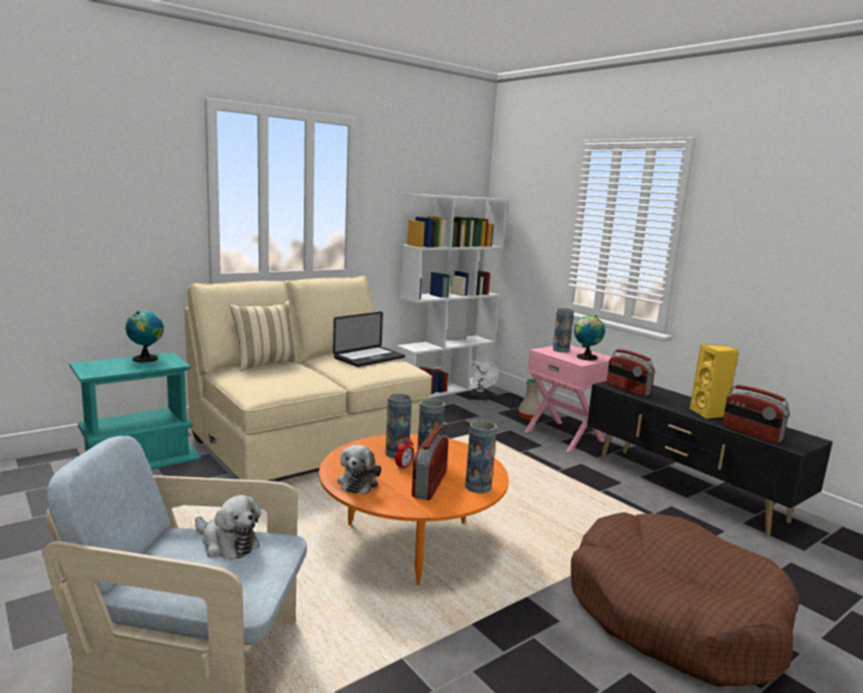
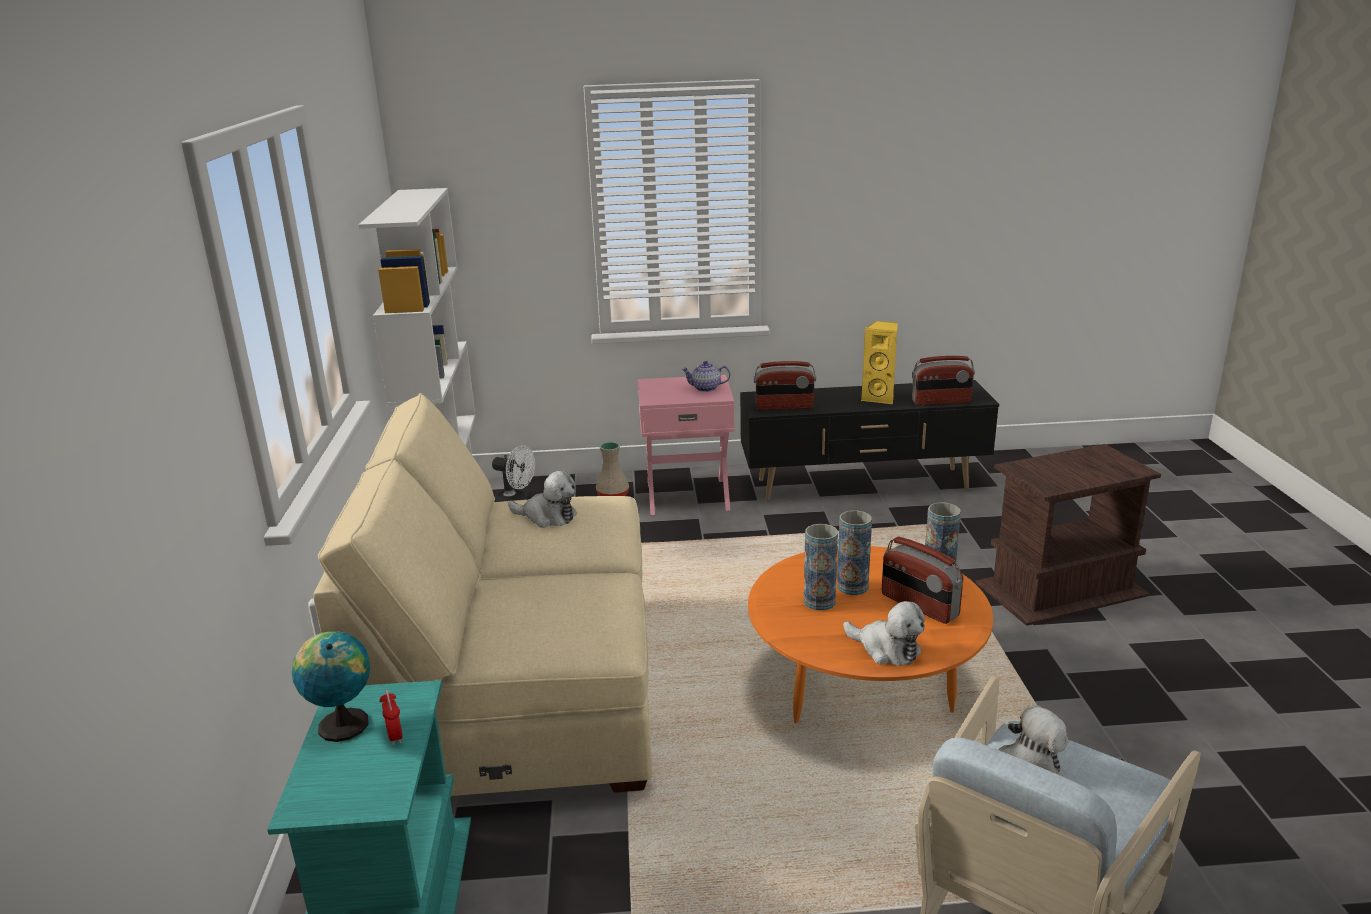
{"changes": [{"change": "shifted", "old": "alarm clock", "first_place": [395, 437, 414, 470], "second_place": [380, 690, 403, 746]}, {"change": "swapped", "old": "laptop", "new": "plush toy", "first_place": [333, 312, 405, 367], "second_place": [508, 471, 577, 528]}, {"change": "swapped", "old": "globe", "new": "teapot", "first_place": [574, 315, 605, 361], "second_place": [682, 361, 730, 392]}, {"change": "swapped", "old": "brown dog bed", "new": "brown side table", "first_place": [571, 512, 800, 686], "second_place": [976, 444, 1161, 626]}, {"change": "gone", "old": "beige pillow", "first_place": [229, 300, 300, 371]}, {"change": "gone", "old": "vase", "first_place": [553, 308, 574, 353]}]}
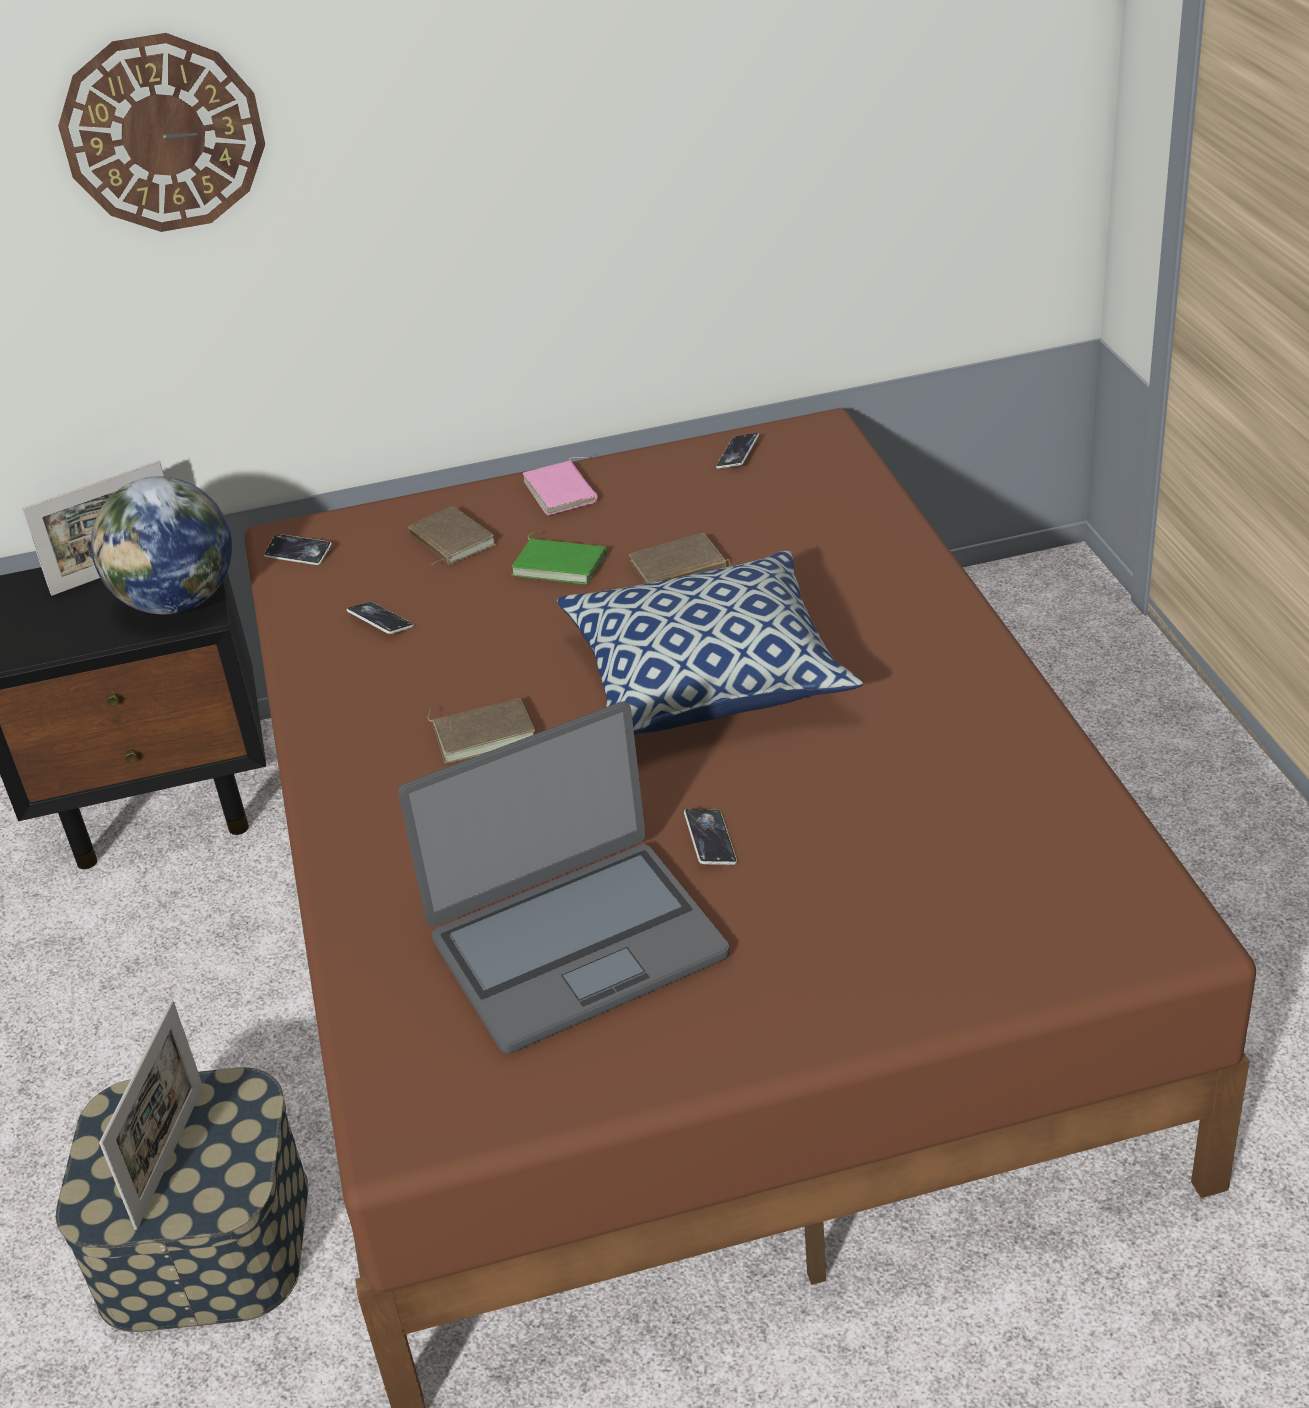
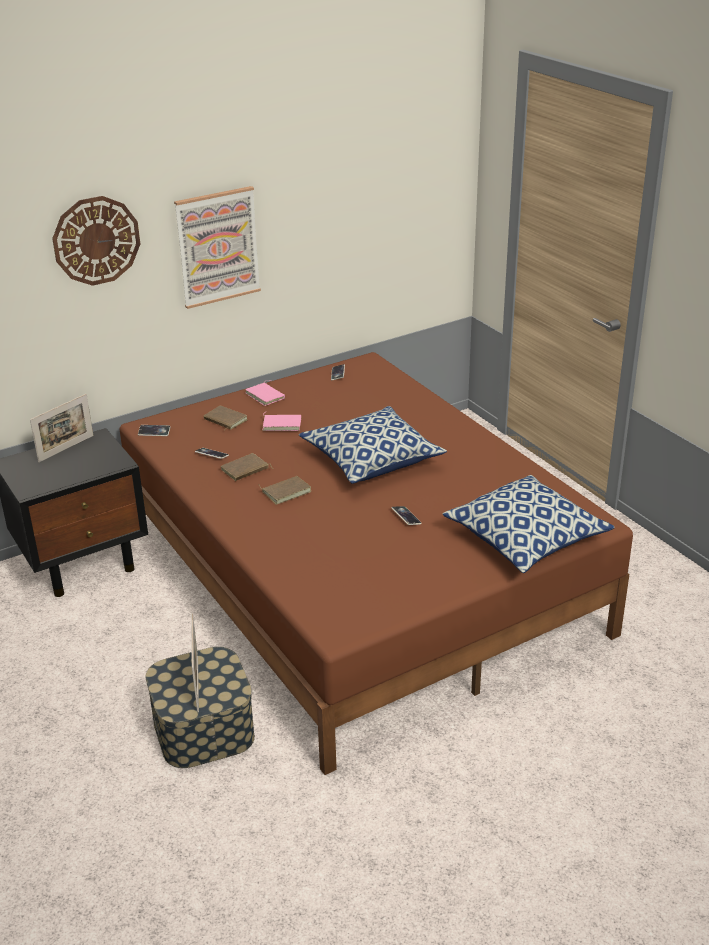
{"changes": [{"change": "new", "new": "picture", "second_place": [174, 186, 261, 309]}, {"change": "shifted", "old": "brown book", "first_place": [629, 533, 731, 584], "second_place": [220, 453, 273, 481]}, {"change": "repainted", "old": "green book", "new": "pink book", "first_place": [511, 530, 607, 584], "second_place": [262, 413, 301, 431]}, {"change": "new", "new": "pillow", "second_place": [442, 475, 615, 573]}, {"change": "gone", "old": "globe", "first_place": [91, 476, 232, 614]}, {"change": "gone", "old": "laptop", "first_place": [399, 701, 730, 1054]}]}
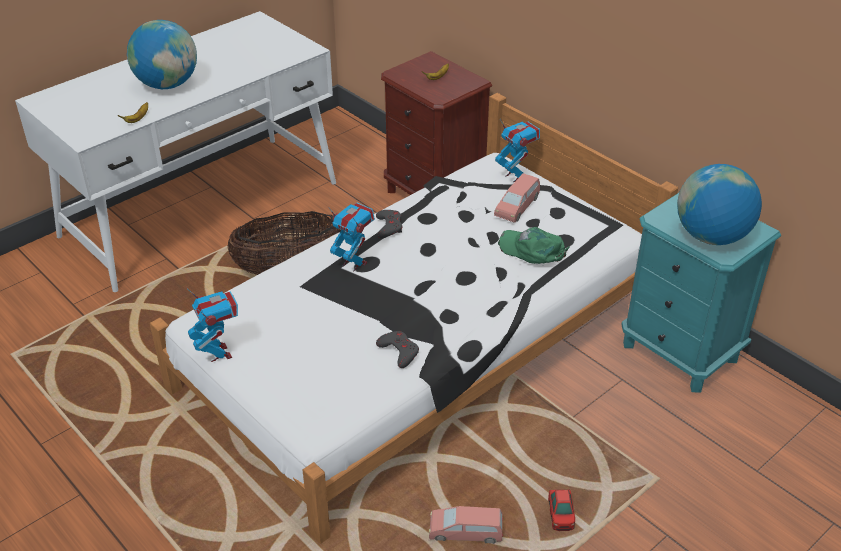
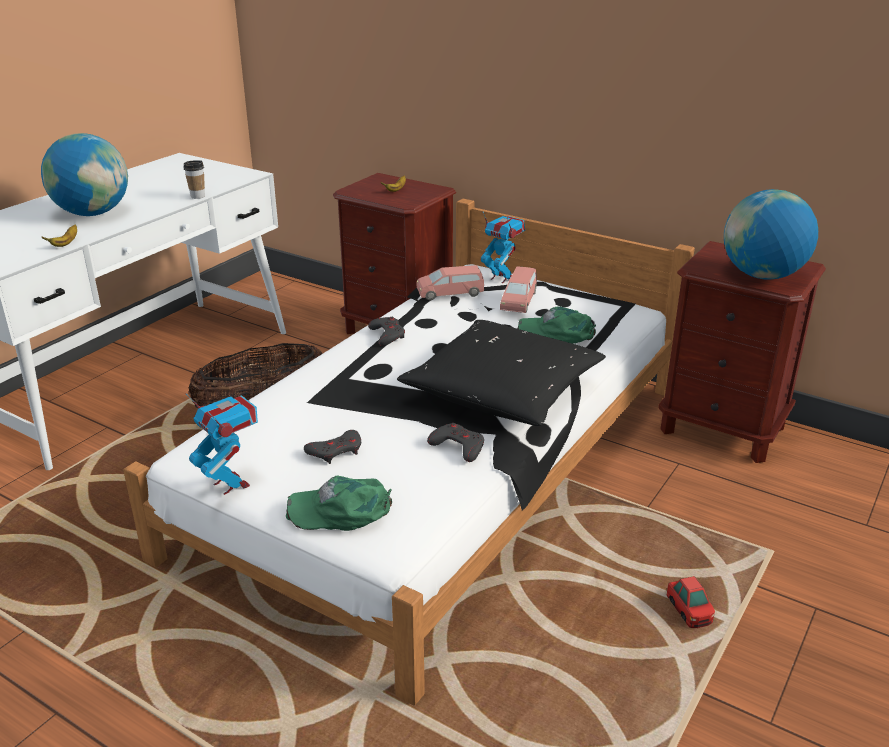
{"changes": [{"change": "new", "new": "cup", "second_place": [183, 160, 205, 199]}, {"change": "new", "new": "green cap", "second_place": [286, 475, 392, 531]}, {"change": "new", "new": "grey game controller", "second_place": [304, 430, 361, 464]}, {"change": "new", "new": "black pillow", "second_place": [397, 320, 606, 426]}, {"change": "shifted", "old": "pink toy car", "first_place": [429, 506, 503, 544], "second_place": [416, 265, 484, 300]}, {"change": "repainted", "old": "turquoise nightstand", "new": "brown nightstand", "first_place": [621, 193, 781, 393], "second_place": [658, 241, 826, 463]}, {"change": "gone", "old": "toy robot", "first_place": [328, 203, 375, 271]}]}
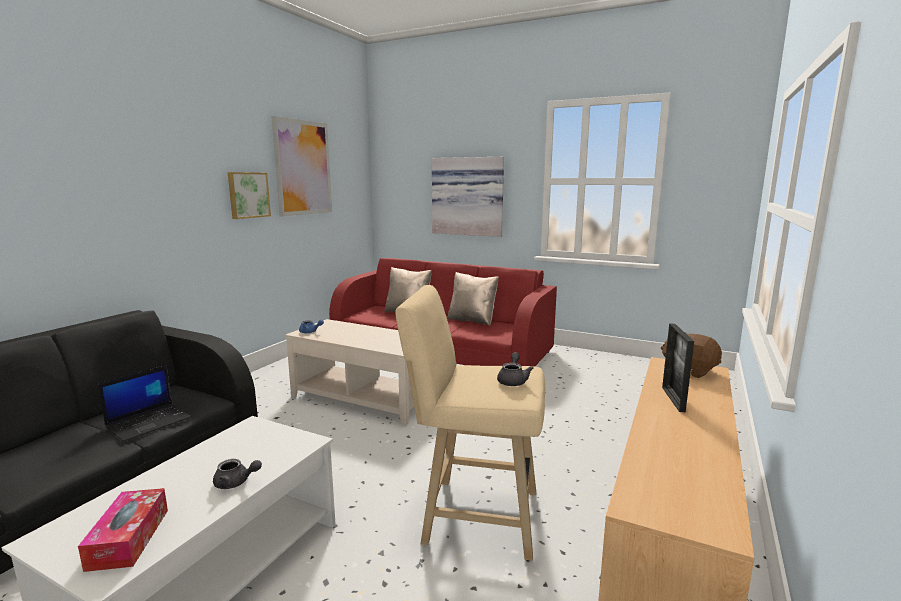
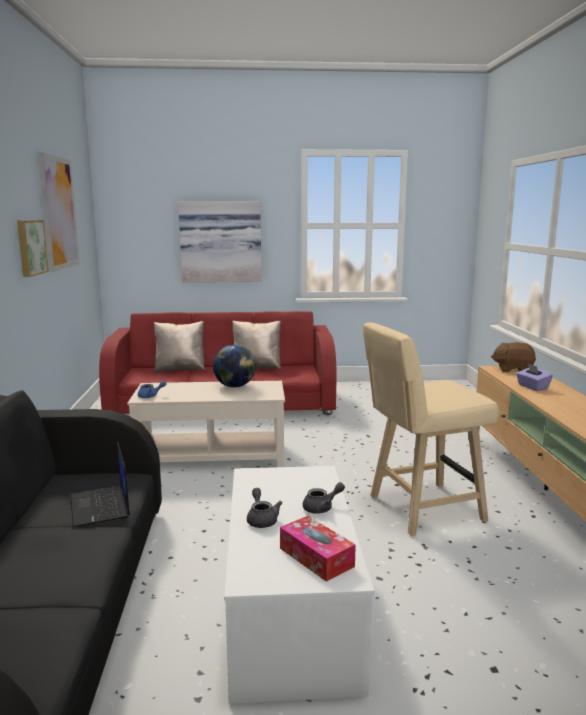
{"changes": [{"change": "rotated", "old": "laptop", "first_place": [98, 365, 192, 442], "second_place": [71, 442, 130, 527], "degrees": 150}, {"change": "new", "new": "globe", "second_place": [213, 345, 256, 388]}, {"change": "shifted", "old": "grey teapot", "first_place": [497, 352, 534, 386], "second_place": [247, 488, 283, 528]}, {"change": "swapped", "old": "picture frame", "new": "purple tissue box", "first_place": [662, 324, 694, 412], "second_place": [516, 363, 553, 391]}]}
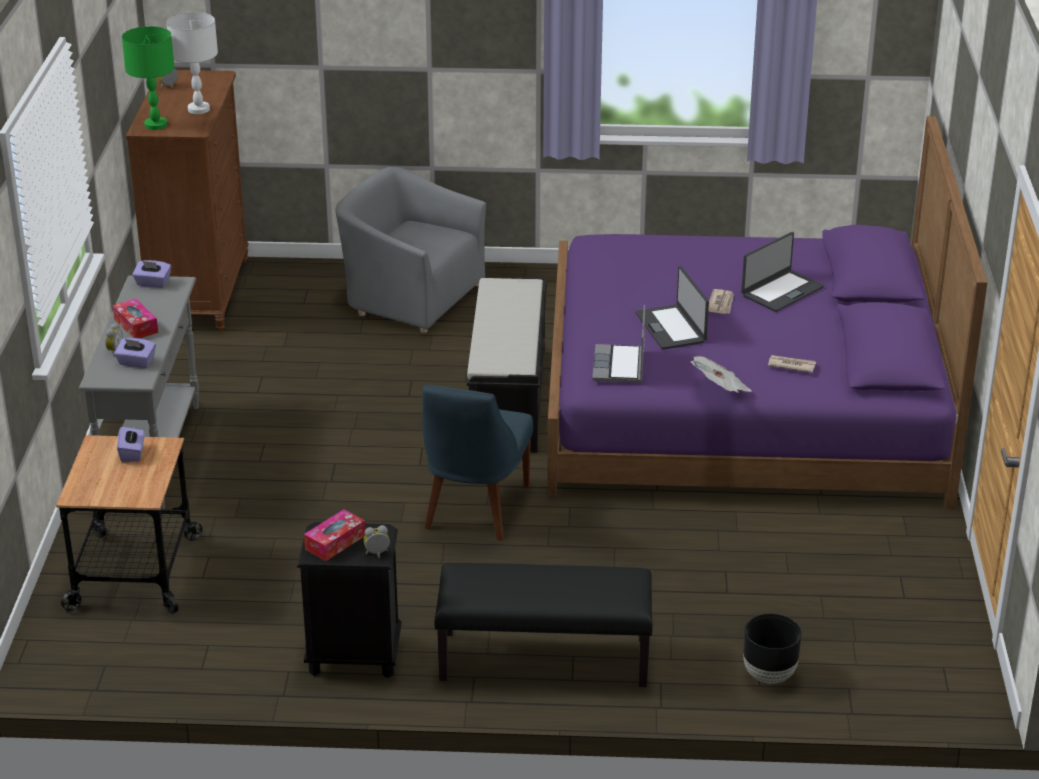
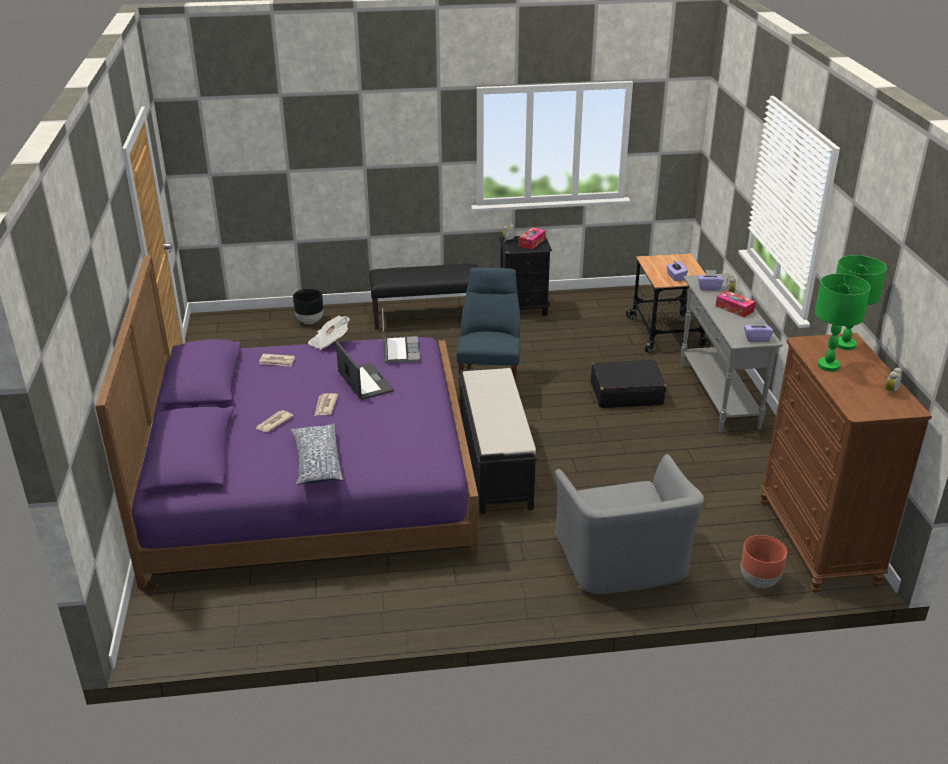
{"changes": [{"change": "swapped", "old": "laptop", "new": "newspaper", "first_place": [741, 232, 824, 312], "second_place": [255, 410, 294, 432]}, {"change": "new", "new": "pillow", "second_place": [290, 423, 343, 485]}, {"change": "rotated", "old": "grey armchair", "first_place": [336, 167, 486, 333], "second_place": [555, 454, 704, 594], "degrees": 60}, {"change": "new", "new": "black suitcase", "second_place": [591, 360, 666, 408]}, {"change": "new", "new": "brown planter", "second_place": [741, 535, 787, 588]}, {"change": "repainted", "old": "white table lamp", "new": "green table lamp", "first_place": [166, 12, 218, 114], "second_place": [815, 273, 871, 372]}]}
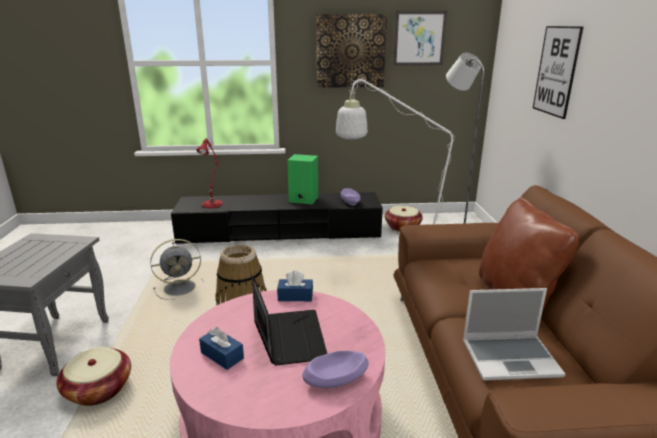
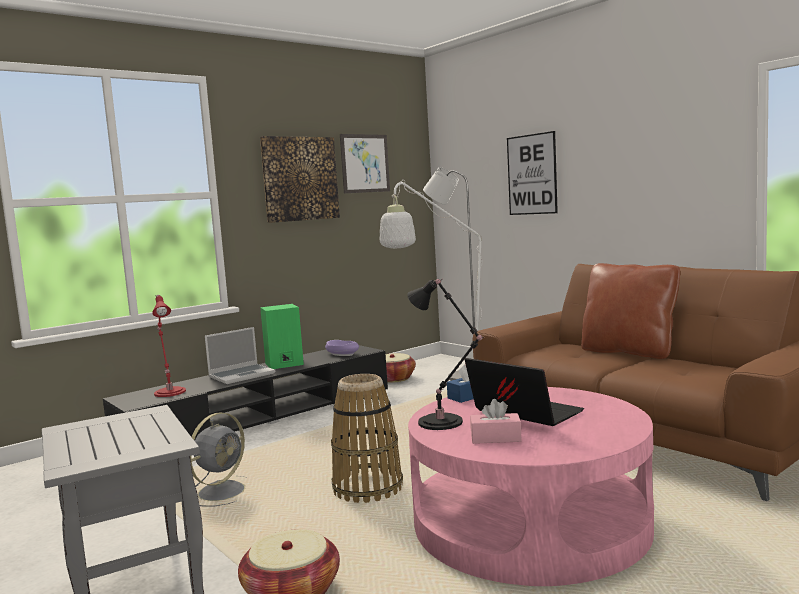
{"changes": [{"change": "shifted", "old": "laptop", "first_place": [463, 288, 565, 381], "second_place": [205, 327, 275, 384]}, {"change": "new", "new": "black table lamp", "second_place": [407, 279, 485, 430]}, {"change": "repainted", "old": "blue tissue box", "new": "pink tissue box", "first_place": [199, 327, 244, 370], "second_place": [470, 399, 522, 444]}, {"change": "gone", "old": "purple bowl", "first_place": [302, 351, 369, 388]}]}
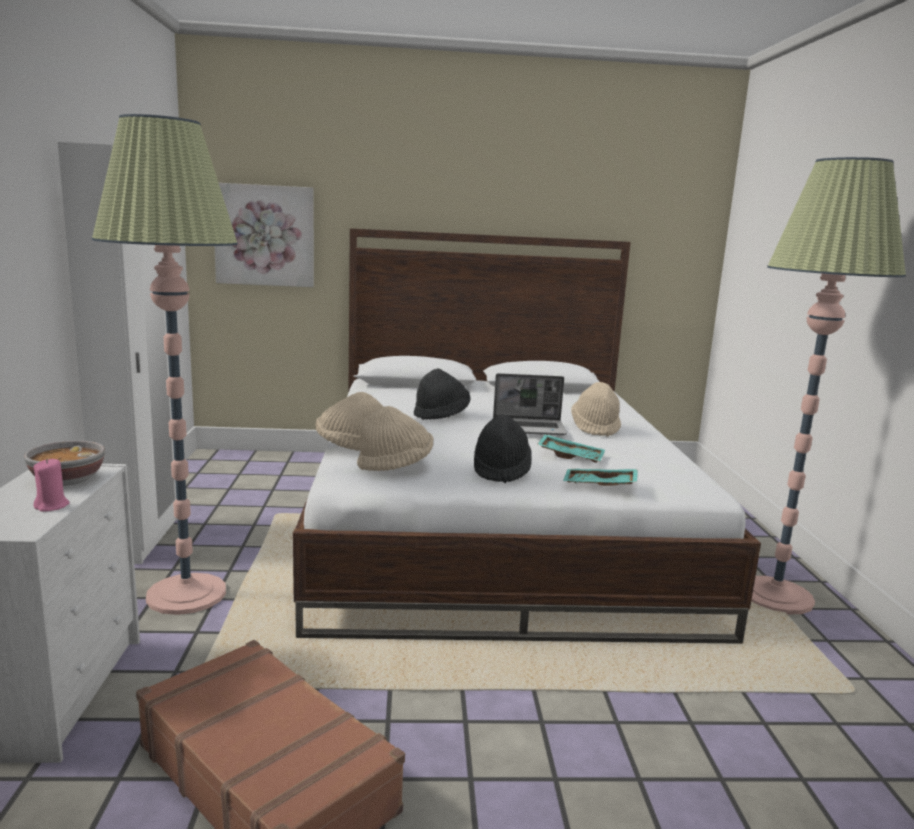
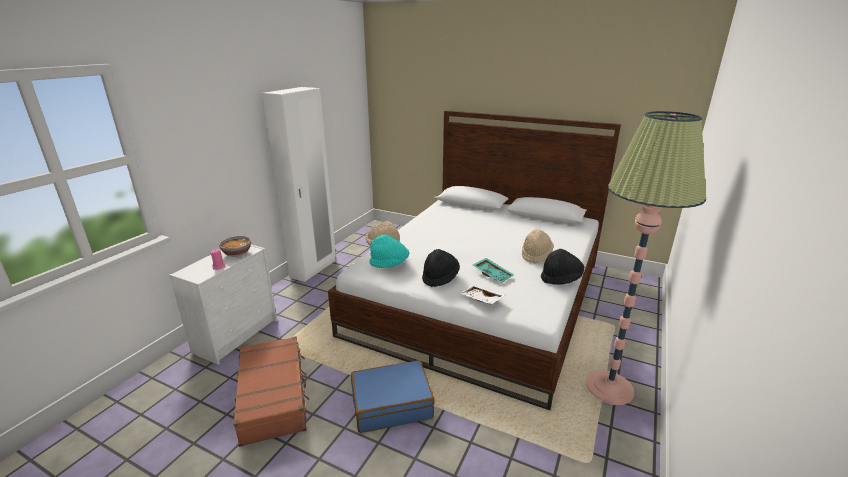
{"changes": [{"change": "new", "new": "blue suitcase", "second_place": [351, 360, 435, 433]}, {"change": "repainted", "old": "beige hat", "new": "turquoise hat", "first_place": [357, 406, 433, 471], "second_place": [370, 235, 409, 268]}, {"change": "repainted", "old": "turquoise tray", "new": "white tray", "first_place": [563, 469, 638, 486], "second_place": [460, 285, 505, 304]}, {"change": "shifted", "old": "black hat", "first_place": [414, 369, 470, 420], "second_place": [541, 249, 584, 285]}, {"change": "gone", "old": "floor lamp", "first_place": [92, 114, 238, 615]}, {"change": "gone", "old": "picture", "first_place": [215, 183, 314, 287]}, {"change": "gone", "old": "laptop", "first_place": [493, 373, 567, 435]}]}
